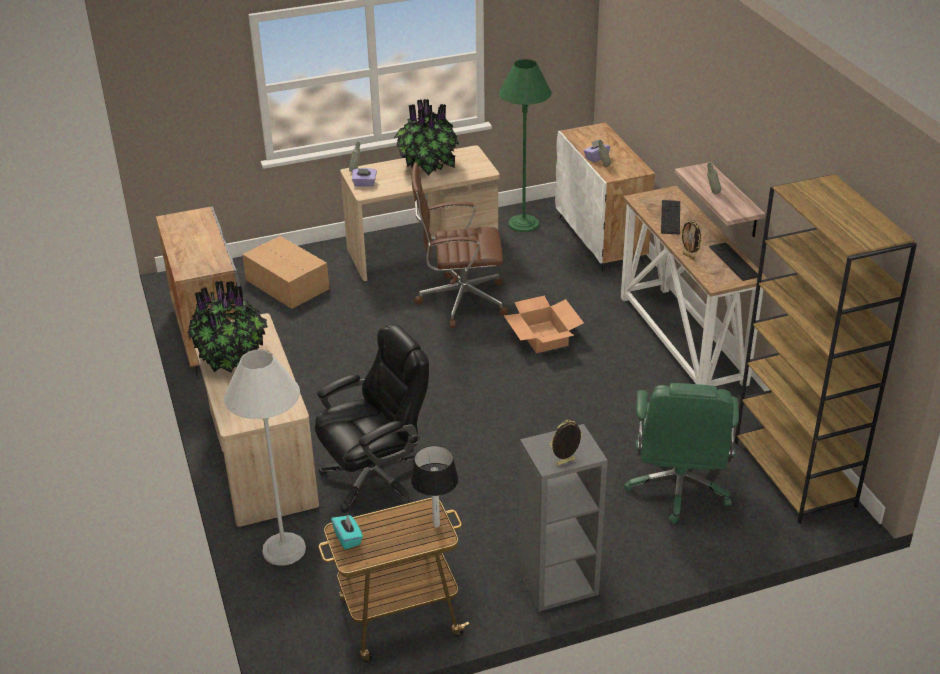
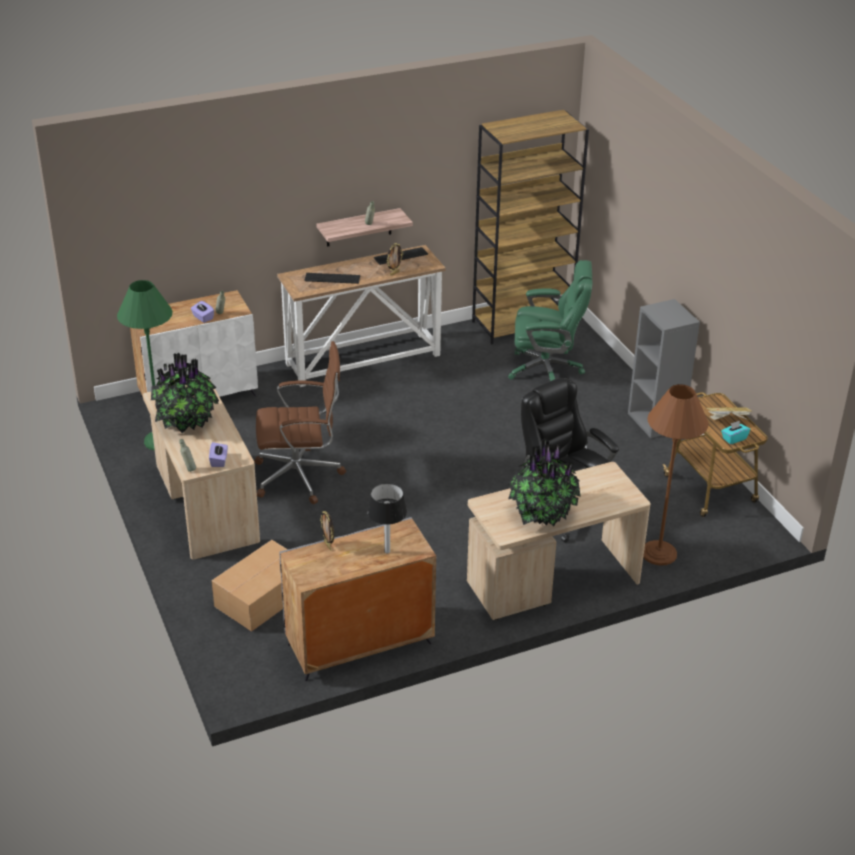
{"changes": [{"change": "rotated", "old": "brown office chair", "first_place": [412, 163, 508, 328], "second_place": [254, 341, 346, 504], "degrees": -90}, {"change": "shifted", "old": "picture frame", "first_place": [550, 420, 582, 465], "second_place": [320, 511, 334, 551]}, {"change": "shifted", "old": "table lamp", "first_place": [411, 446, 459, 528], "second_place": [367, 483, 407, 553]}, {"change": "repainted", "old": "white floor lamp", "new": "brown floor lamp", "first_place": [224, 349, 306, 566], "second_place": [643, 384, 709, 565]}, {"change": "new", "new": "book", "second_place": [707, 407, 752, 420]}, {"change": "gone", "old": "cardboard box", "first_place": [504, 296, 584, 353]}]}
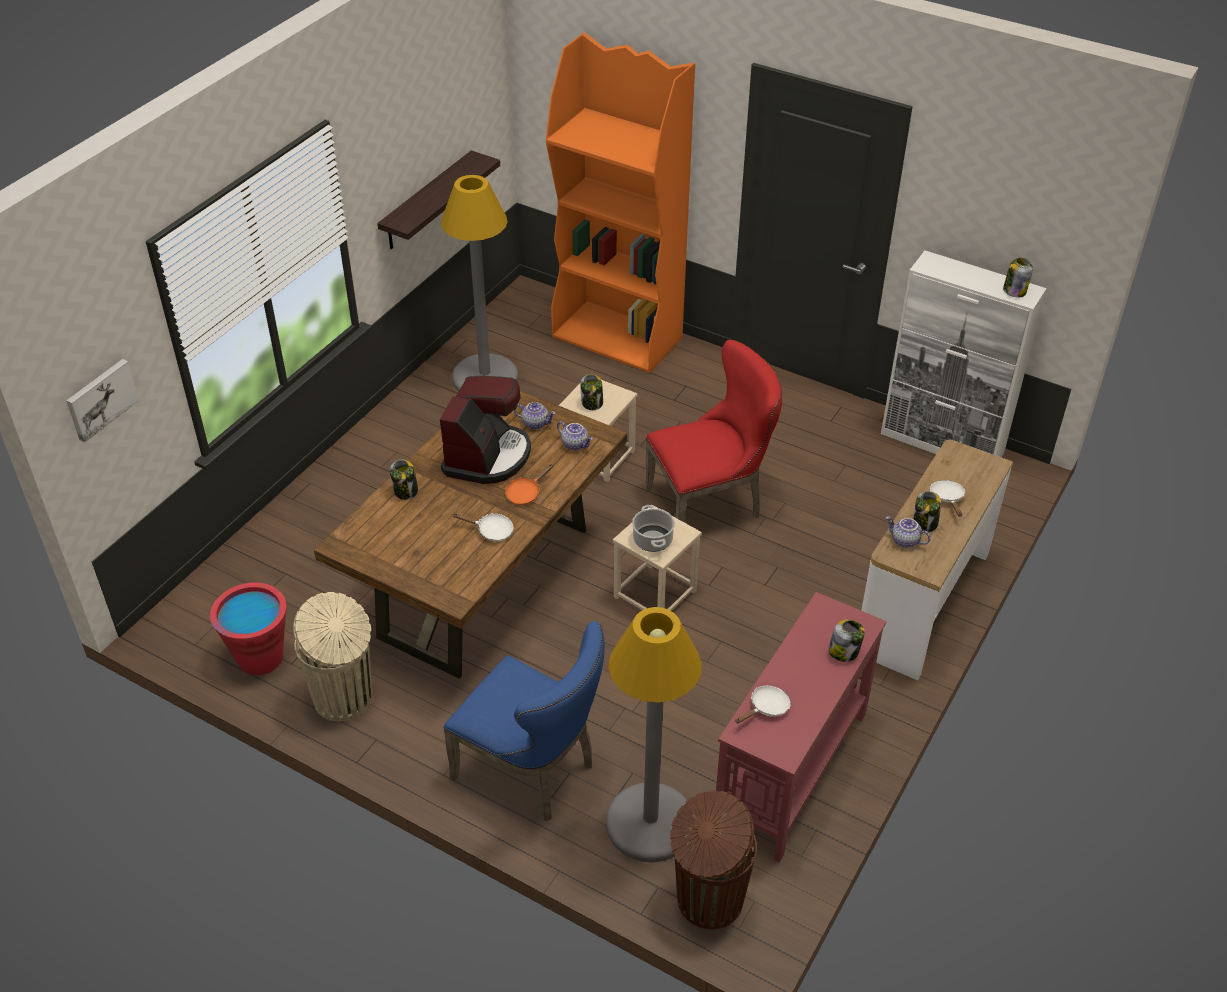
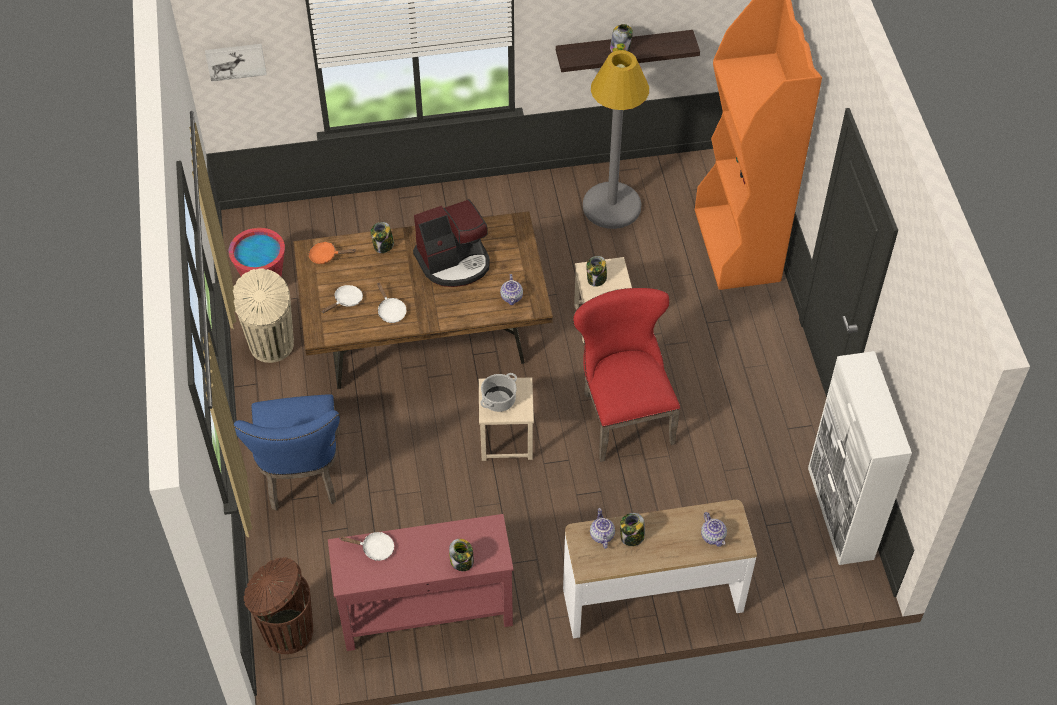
{"changes": [{"change": "shifted", "old": "orange frying pan", "first_place": [505, 464, 553, 505], "second_place": [309, 242, 356, 264]}, {"change": "shifted", "old": "white frying pan", "first_place": [930, 480, 966, 517], "second_place": [322, 285, 363, 313]}, {"change": "rotated", "old": "red chair", "first_place": [645, 340, 782, 523], "second_place": [573, 288, 680, 462], "degrees": -135}, {"change": "shifted", "old": "jar", "first_place": [1003, 258, 1033, 297], "second_place": [610, 24, 633, 52]}, {"change": "shifted", "old": "teapot", "first_place": [514, 402, 556, 430], "second_place": [701, 512, 727, 547]}, {"change": "gone", "old": "grey floor lamp", "first_place": [606, 607, 702, 862]}]}
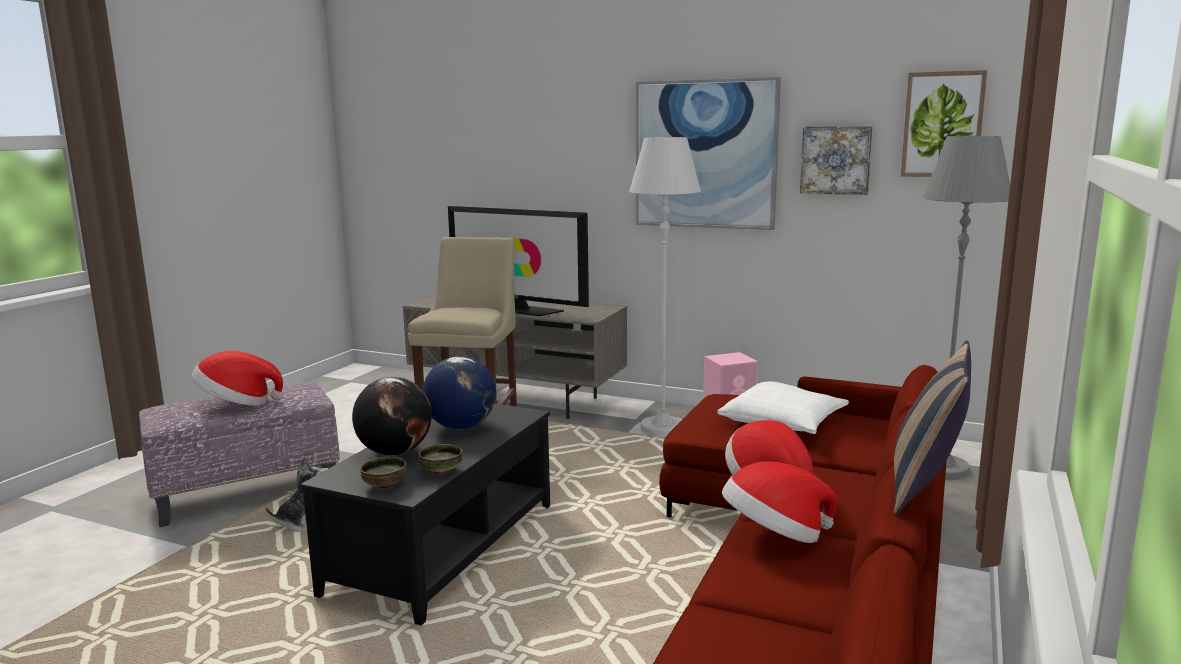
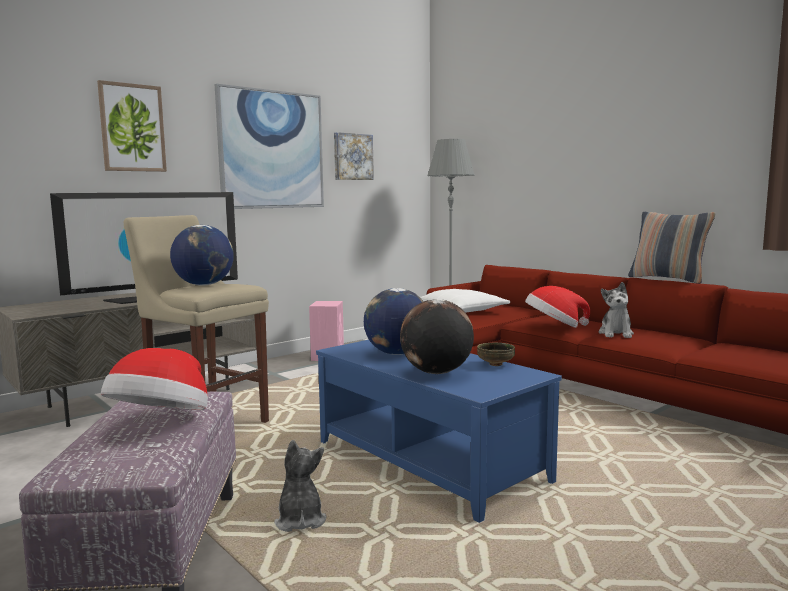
{"changes": [{"change": "shifted", "old": "picture", "first_place": [901, 70, 987, 177], "second_place": [97, 80, 167, 172]}, {"change": "new", "new": "globe", "second_place": [170, 225, 234, 286]}, {"change": "repainted", "old": "black coffee table", "new": "blue coffee table", "first_place": [300, 404, 550, 626], "second_place": [316, 340, 562, 523]}, {"change": "swapped", "old": "hat", "new": "plush toy", "first_place": [722, 461, 837, 543], "second_place": [599, 282, 634, 338]}, {"change": "gone", "old": "bowl", "first_place": [360, 456, 407, 489]}, {"change": "gone", "old": "white floor lamp", "first_place": [629, 137, 701, 436]}]}
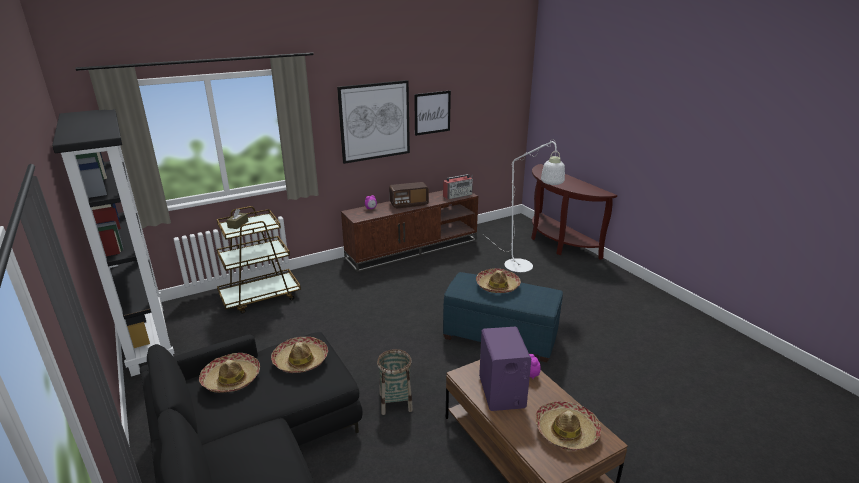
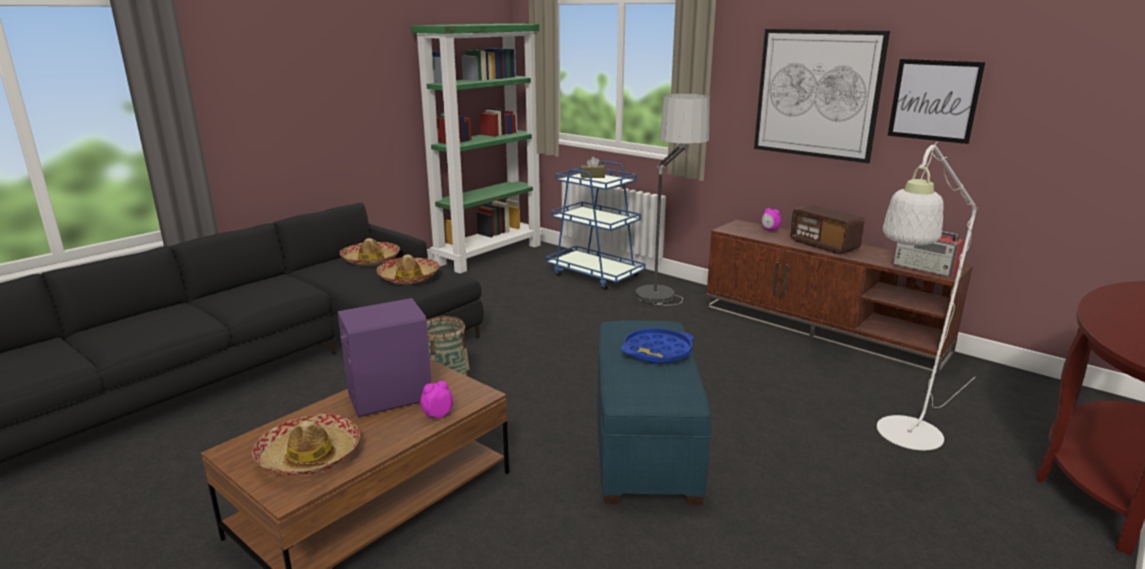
{"changes": [{"change": "repainted", "old": "black bookcase", "new": "green bookcase", "first_place": [52, 109, 175, 376], "second_place": [411, 24, 543, 273]}, {"change": "repainted", "old": "brown cart", "new": "blue cart", "first_place": [217, 206, 301, 314], "second_place": [546, 161, 646, 290]}, {"change": "swapped", "old": "hat", "new": "blue tray", "first_place": [476, 268, 521, 293], "second_place": [621, 328, 694, 364]}, {"change": "new", "new": "floor lamp", "second_place": [636, 94, 710, 305]}]}
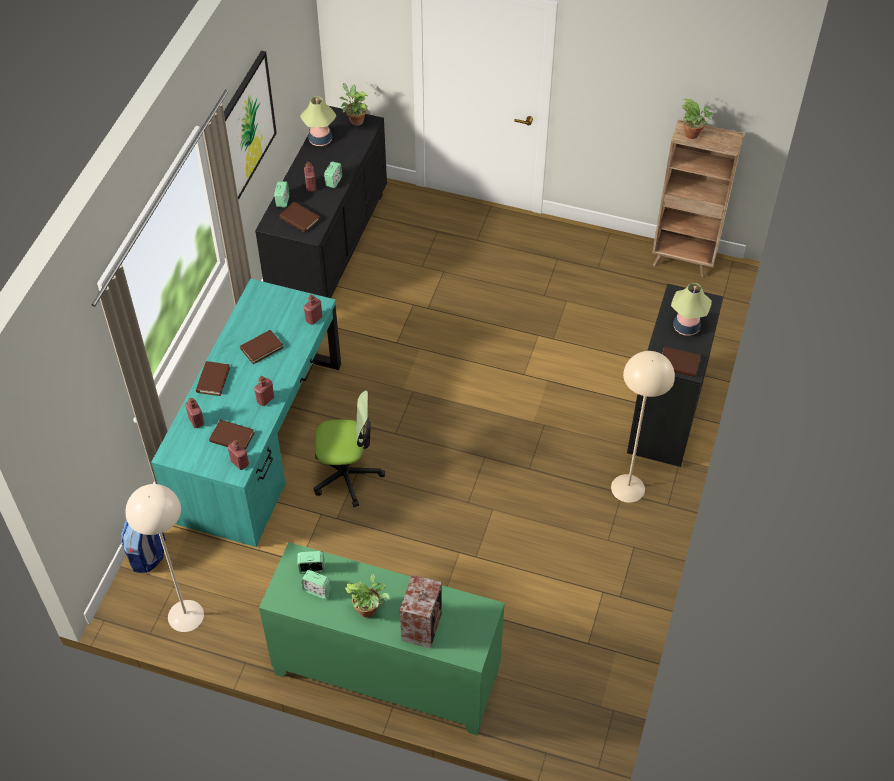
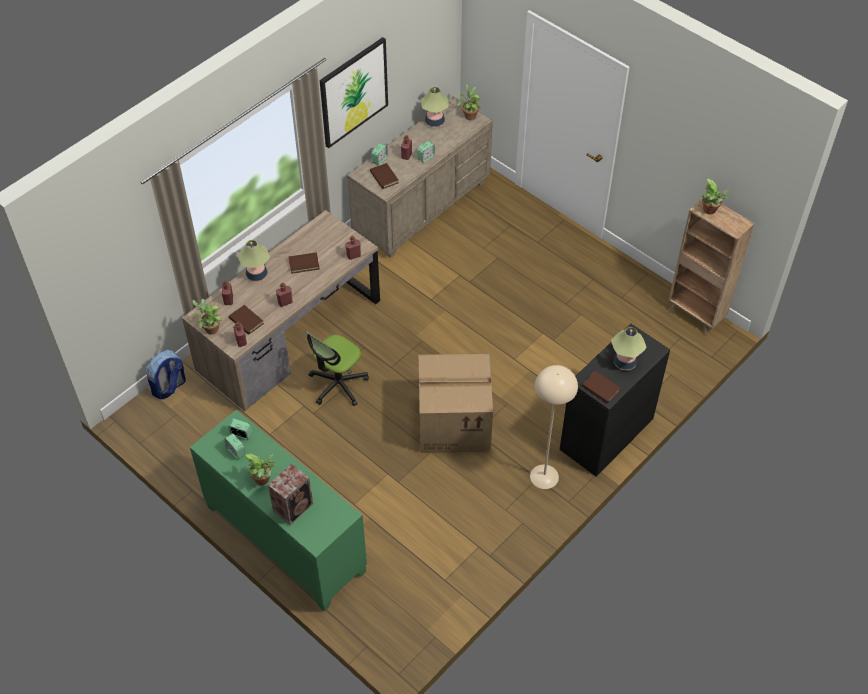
{"changes": [{"change": "repainted", "old": "turquoise desk", "new": "brown desk", "first_place": [151, 279, 341, 547], "second_place": [182, 210, 380, 411]}, {"change": "new", "new": "potted plant", "second_place": [192, 299, 222, 335]}, {"change": "swapped", "old": "brown book", "new": "table lamp", "first_place": [196, 361, 230, 396], "second_place": [237, 240, 270, 282]}, {"change": "rotated", "old": "office chair", "first_place": [314, 390, 385, 507], "second_place": [306, 332, 369, 406], "degrees": 105}, {"change": "repainted", "old": "black dresser", "new": "beige dresser", "first_place": [255, 106, 387, 298], "second_place": [347, 97, 493, 258]}, {"change": "new", "new": "cardboard box", "second_place": [419, 353, 493, 453]}, {"change": "gone", "old": "beige floor lamp", "first_place": [125, 484, 204, 632]}]}
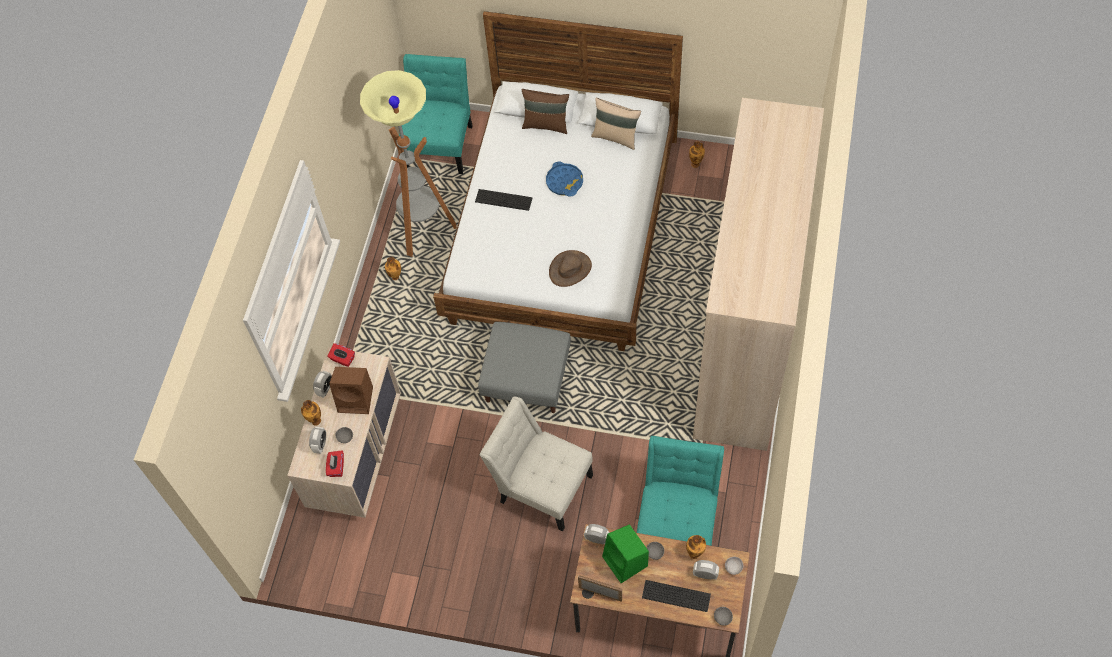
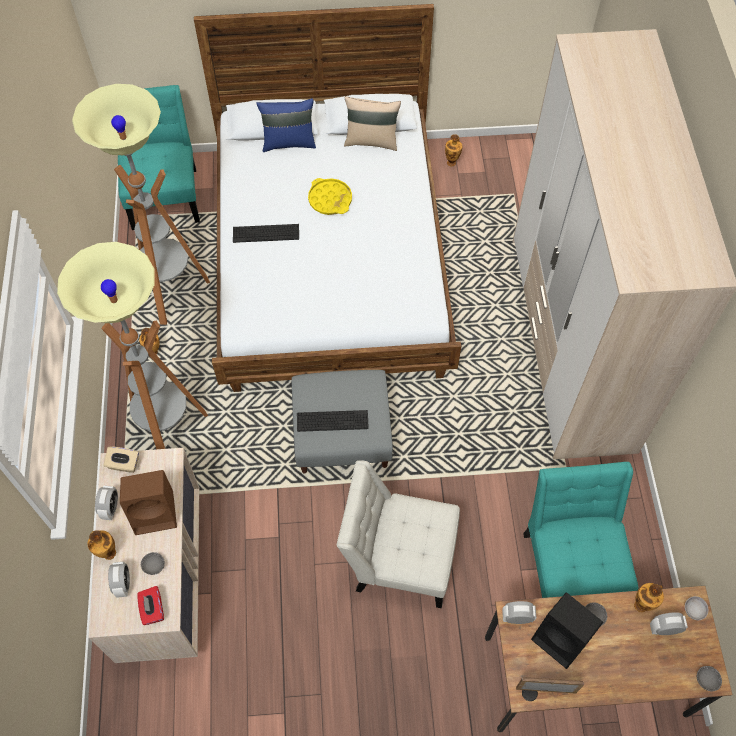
{"changes": [{"change": "new", "new": "floor lamp", "second_place": [57, 242, 208, 449]}, {"change": "repainted", "old": "red tissue box", "new": "beige tissue box", "first_place": [328, 343, 355, 367], "second_place": [104, 447, 139, 473]}, {"change": "repainted", "old": "brown pillow", "new": "blue pillow", "first_place": [522, 89, 569, 134], "second_place": [256, 98, 316, 152]}, {"change": "shifted", "old": "keyboard", "first_place": [642, 580, 711, 612], "second_place": [297, 410, 369, 432]}, {"change": "repainted", "old": "blue tray", "new": "yellow tray", "first_place": [546, 161, 583, 197], "second_place": [308, 178, 352, 215]}, {"change": "repainted", "old": "green speaker", "new": "black speaker", "first_place": [602, 524, 649, 583], "second_place": [531, 592, 603, 669]}, {"change": "gone", "old": "brown hat", "first_place": [549, 250, 592, 287]}]}
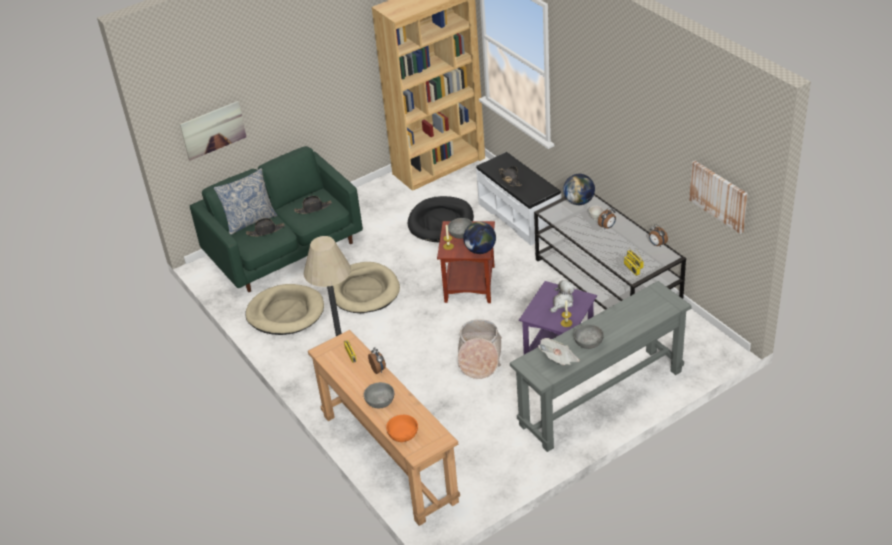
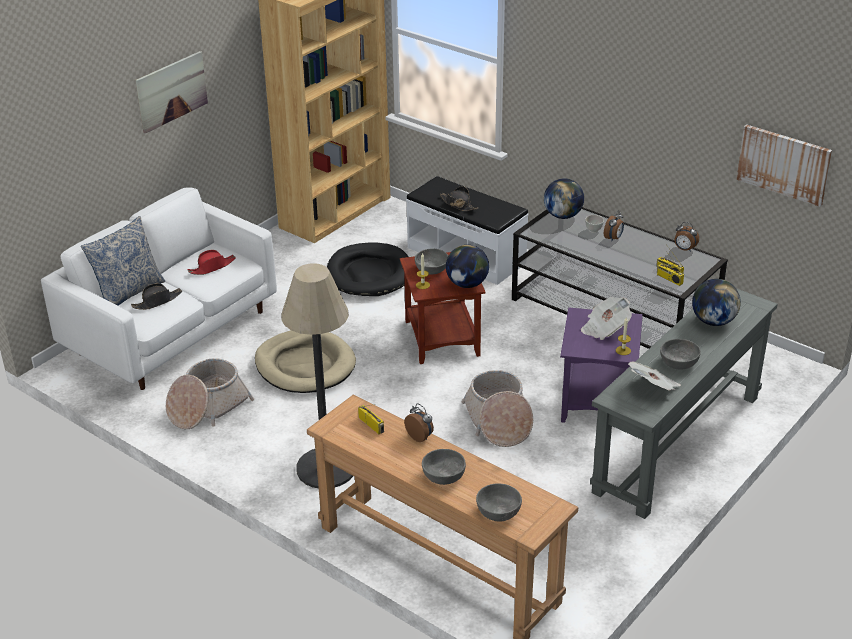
{"changes": [{"change": "repainted", "old": "green sofa", "new": "white sofa", "first_place": [190, 146, 363, 292], "second_place": [41, 187, 277, 390]}, {"change": "shifted", "old": "picture", "first_place": [180, 101, 246, 161], "second_place": [136, 51, 208, 134]}, {"change": "swapped", "old": "beige dog bed", "new": "basket", "first_place": [245, 284, 324, 335], "second_place": [166, 358, 254, 429]}, {"change": "repainted", "old": "black hat", "new": "red hat", "first_place": [294, 196, 332, 214], "second_place": [187, 250, 236, 275]}, {"change": "repainted", "old": "orange bowl", "new": "grey bowl", "first_place": [386, 415, 418, 442], "second_place": [476, 483, 522, 522]}, {"change": "swapped", "old": "plush toy", "new": "newspaper", "first_place": [550, 280, 574, 313], "second_place": [581, 297, 632, 340]}, {"change": "new", "new": "globe", "second_place": [692, 279, 741, 326]}]}
